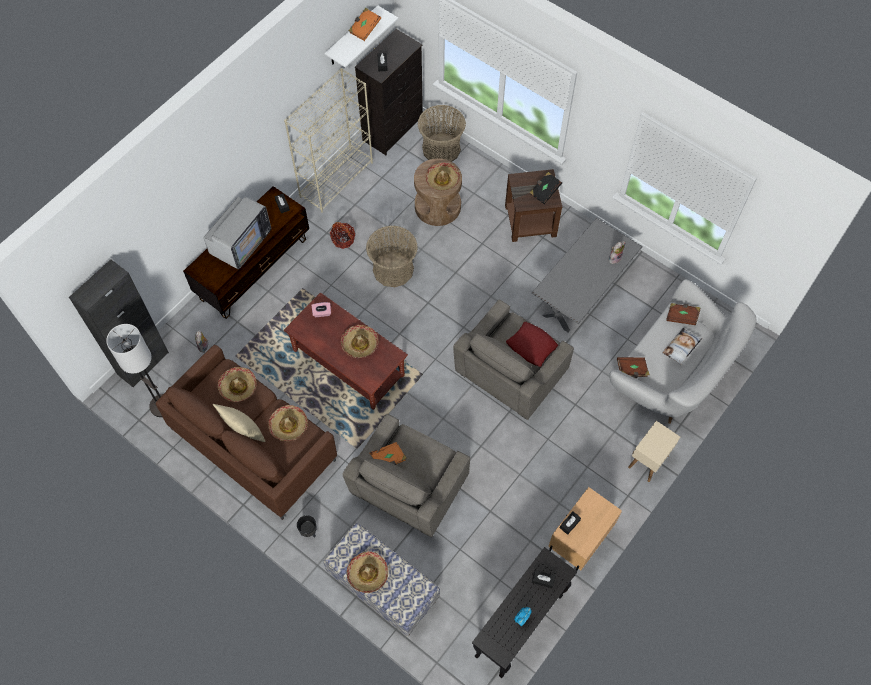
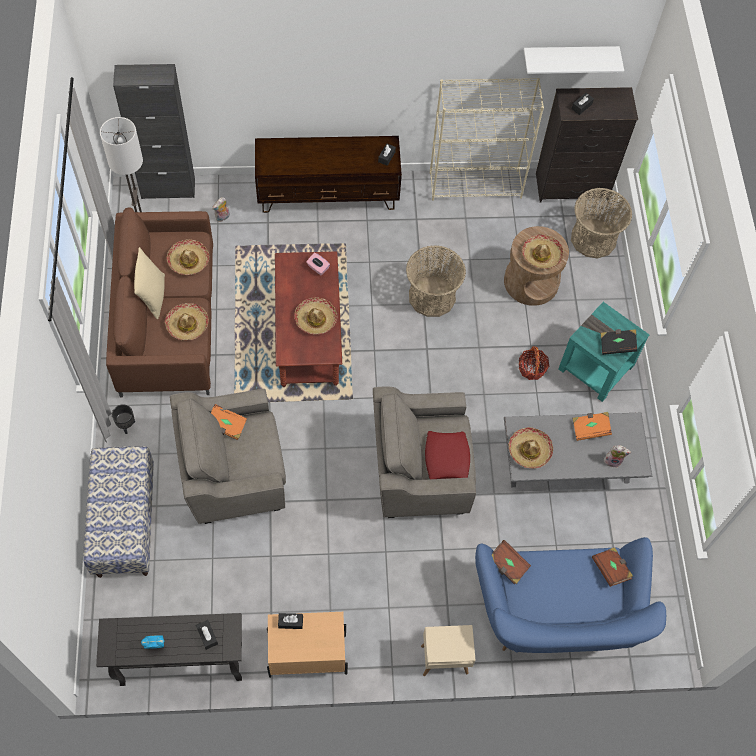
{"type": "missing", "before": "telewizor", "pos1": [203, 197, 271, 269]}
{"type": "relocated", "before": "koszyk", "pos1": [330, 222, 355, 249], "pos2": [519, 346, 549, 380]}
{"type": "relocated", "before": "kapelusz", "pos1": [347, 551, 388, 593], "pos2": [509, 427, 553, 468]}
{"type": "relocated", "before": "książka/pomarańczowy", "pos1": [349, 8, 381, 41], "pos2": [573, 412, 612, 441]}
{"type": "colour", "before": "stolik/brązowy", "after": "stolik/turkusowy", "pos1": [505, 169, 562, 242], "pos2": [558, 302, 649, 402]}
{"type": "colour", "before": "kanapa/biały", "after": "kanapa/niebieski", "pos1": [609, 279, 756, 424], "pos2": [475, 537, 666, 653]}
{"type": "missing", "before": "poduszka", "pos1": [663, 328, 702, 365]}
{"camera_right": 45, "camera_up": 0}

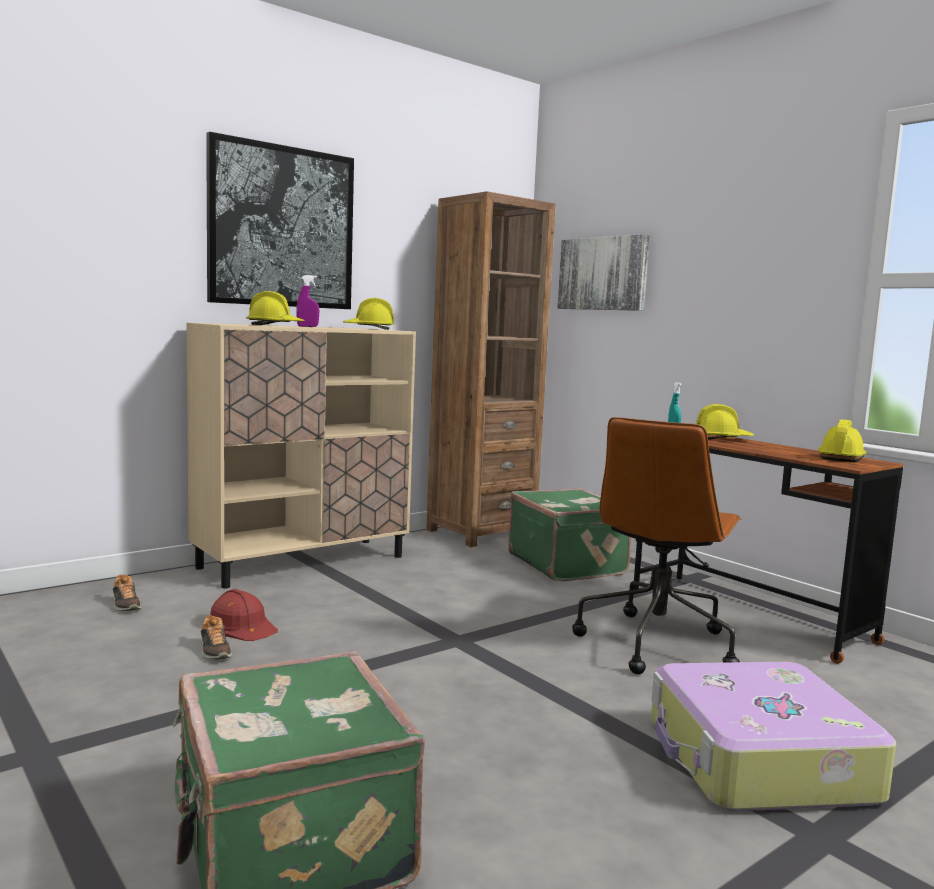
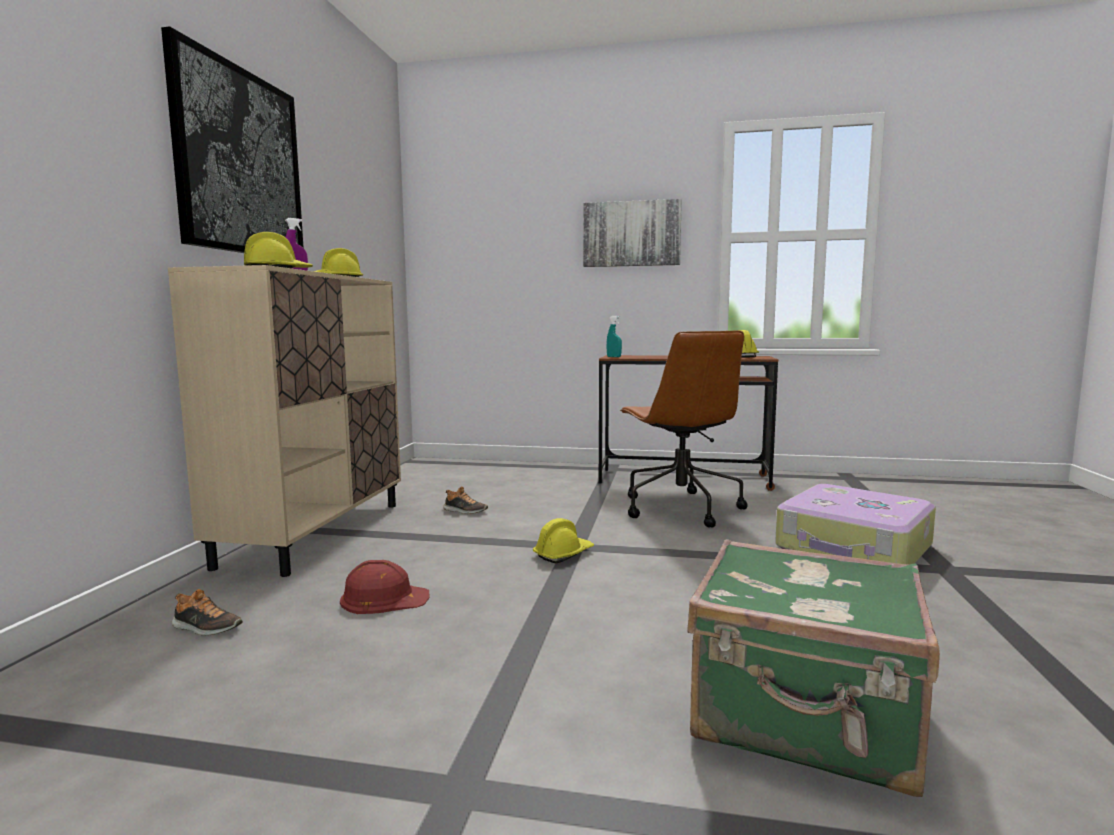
{"type": "relocated", "before": "but", "pos1": [201, 615, 232, 659], "pos2": [443, 486, 488, 514]}
{"type": "missing", "before": "regał/brązowy", "pos1": [426, 191, 556, 547]}
{"type": "missing", "before": "walizka/zielony", "pos1": [508, 488, 631, 581]}
{"type": "relocated", "before": "obraz", "pos1": [557, 234, 650, 311], "pos2": [583, 199, 682, 267]}
{"type": "relocated", "before": "kask/żółty", "pos1": [696, 404, 754, 440], "pos2": [533, 518, 594, 564]}
{"camera_right": -40, "camera_up": 0}

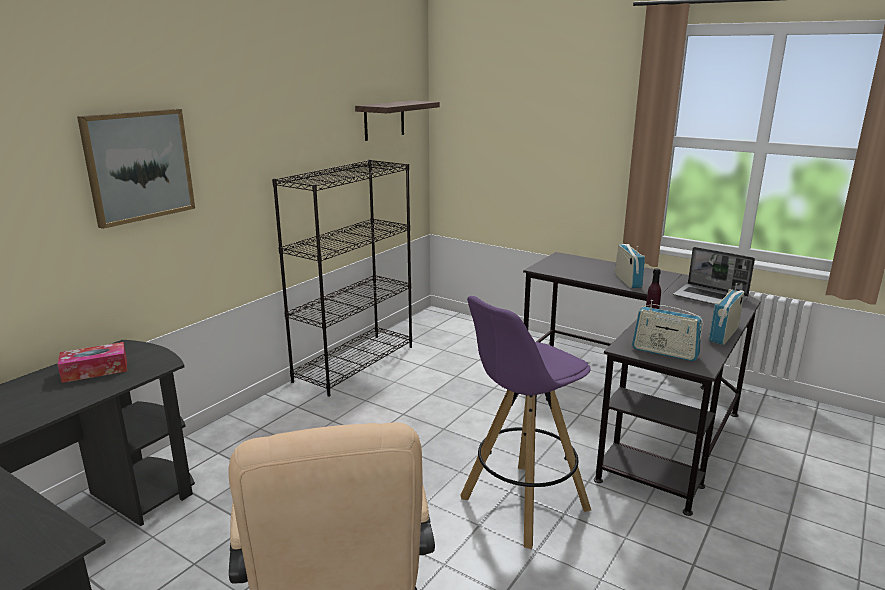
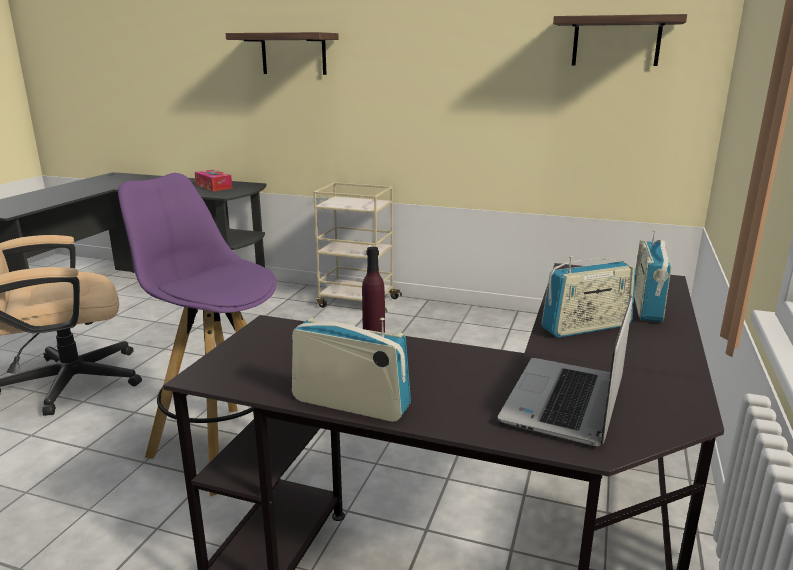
{"type": "exchanged", "before": "obraz", "after": "półka", "pos1": [77, 109, 195, 229], "pos2": [226, 32, 339, 75]}
{"type": "missing", "before": "regał/czarny", "pos1": [272, 160, 412, 397]}
{"type": "relocated", "before": "radio", "pos1": [632, 300, 703, 361], "pos2": [634, 230, 672, 322]}
{"type": "appeared", "after": "wózek/beżowy", "pos2": [313, 182, 402, 312]}
{"camera_right": 75, "camera_up": 0}

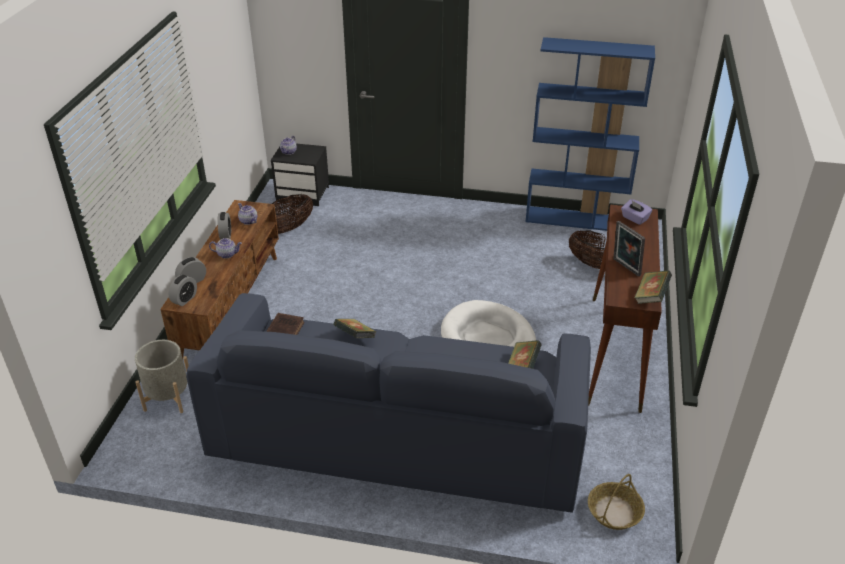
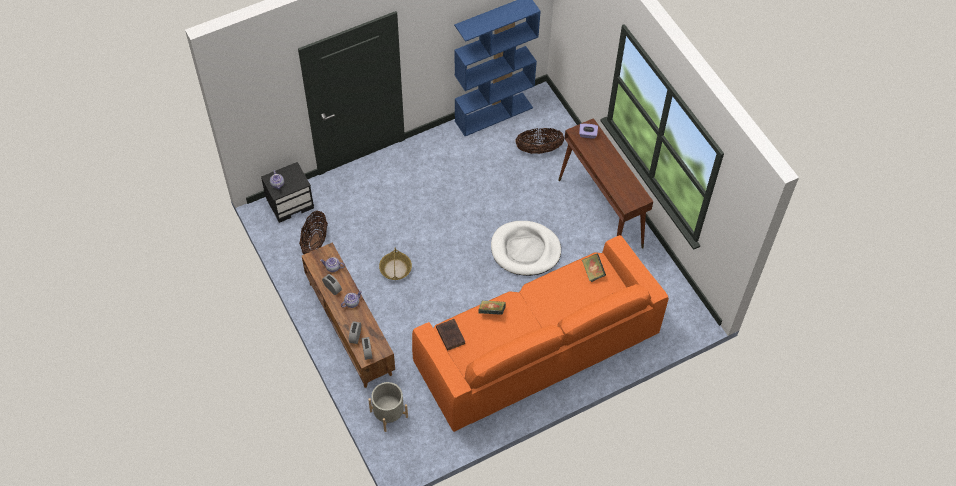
{"type": "colour", "before": "kanapa/niebieski", "after": "kanapa/pomarańczowy", "pos1": [186, 293, 591, 513], "pos2": [412, 235, 669, 432]}
{"type": "relocated", "before": "koszyk", "pos1": [588, 474, 645, 530], "pos2": [379, 247, 412, 280]}
{"type": "missing", "before": "ramka na zdjęcie", "pos1": [613, 221, 645, 277]}
{"type": "missing", "before": "książka", "pos1": [635, 270, 672, 304]}
{"camera_right": -40, "camera_up": 20}

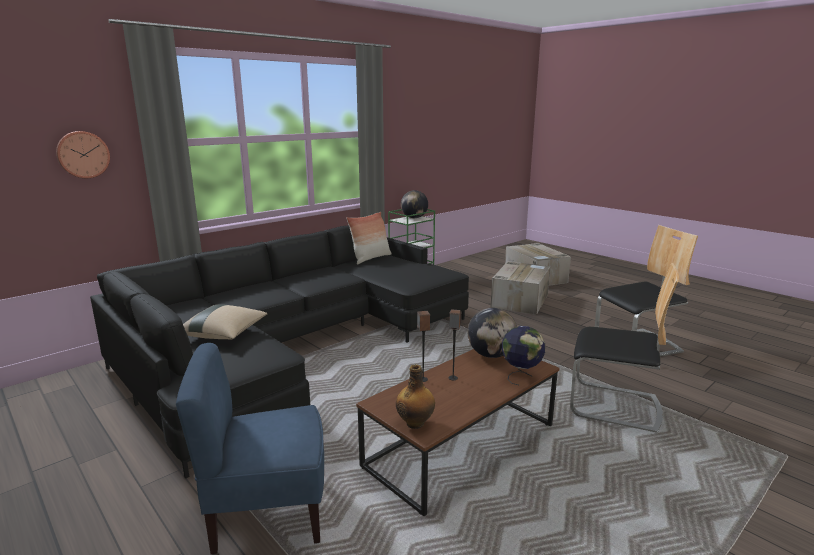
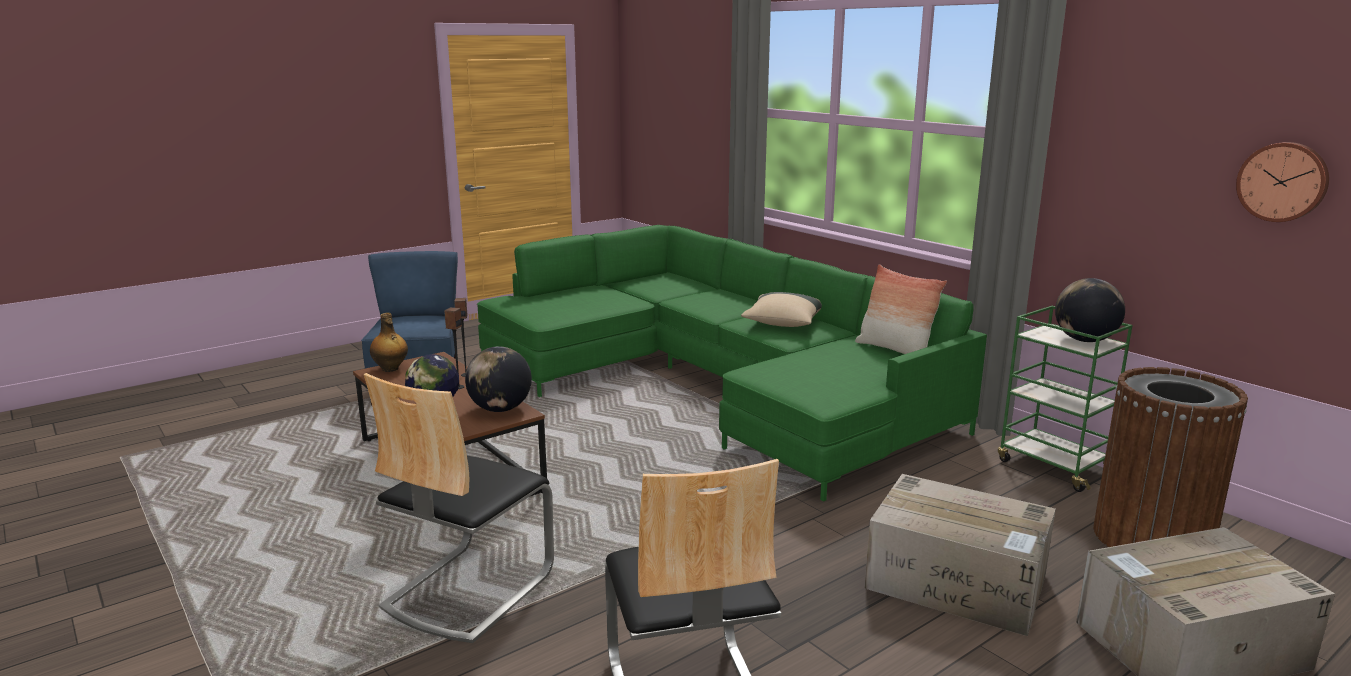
{"type": "relocated", "before": "zegar ścienny", "pos1": [56, 131, 110, 178], "pos2": [1236, 142, 1329, 222]}
{"type": "colour", "before": "kanapa/czarny", "after": "kanapa/zielony", "pos1": [90, 225, 469, 478], "pos2": [477, 225, 987, 502]}
{"type": "relocated", "before": "poduszka/beżowy", "pos1": [183, 304, 267, 340], "pos2": [741, 292, 822, 327]}
{"type": "appeared", "after": "kosz na śmieci/brązowy", "pos2": [1093, 367, 1248, 547]}
{"camera_right": 95, "camera_up": 0}

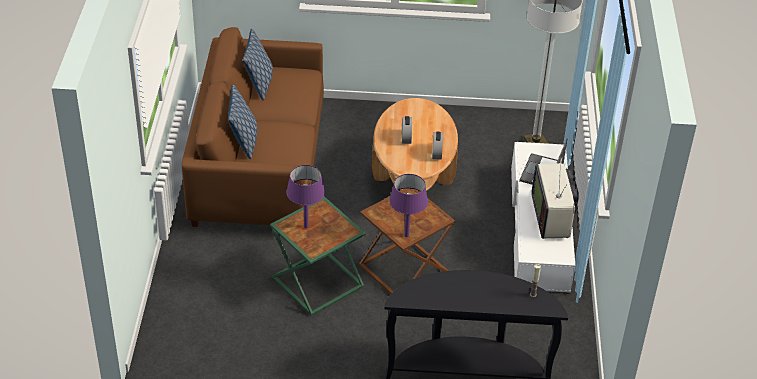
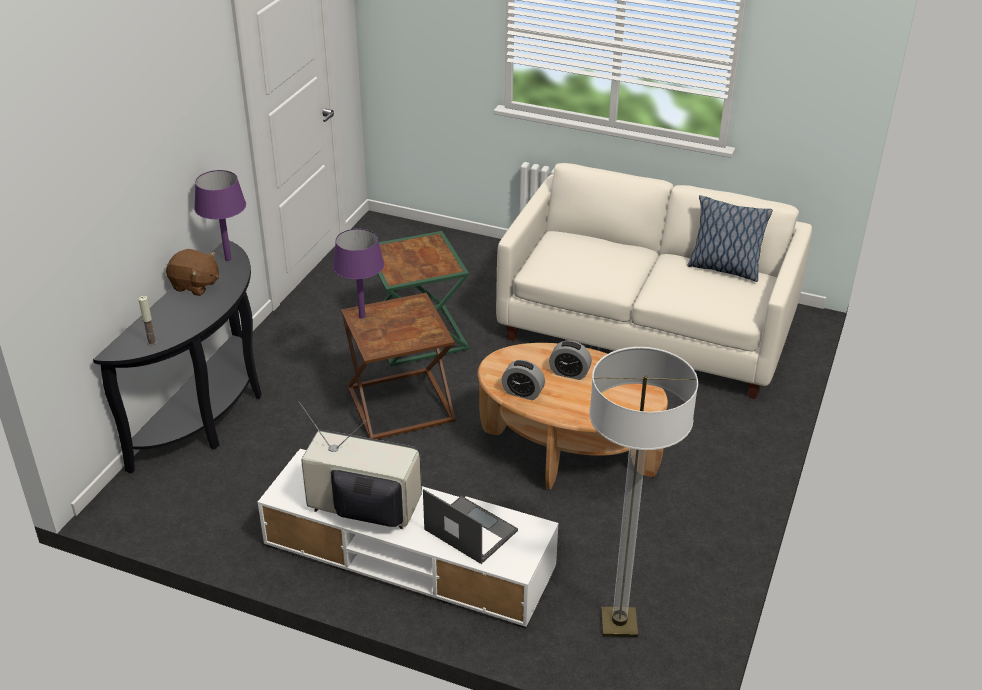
{"type": "colour", "before": "kanapa/brązowy", "after": "kanapa/biały", "pos1": [182, 27, 324, 227], "pos2": [496, 163, 812, 399]}
{"type": "missing", "before": "poduszka", "pos1": [228, 85, 257, 159]}
{"type": "relocated", "before": "lampa stołowa/fioletowy", "pos1": [286, 165, 325, 228], "pos2": [194, 170, 246, 261]}
{"type": "appeared", "after": "pluszak/brązowy", "pos2": [166, 249, 219, 296]}
{"camera_right": 110, "camera_up": -5}

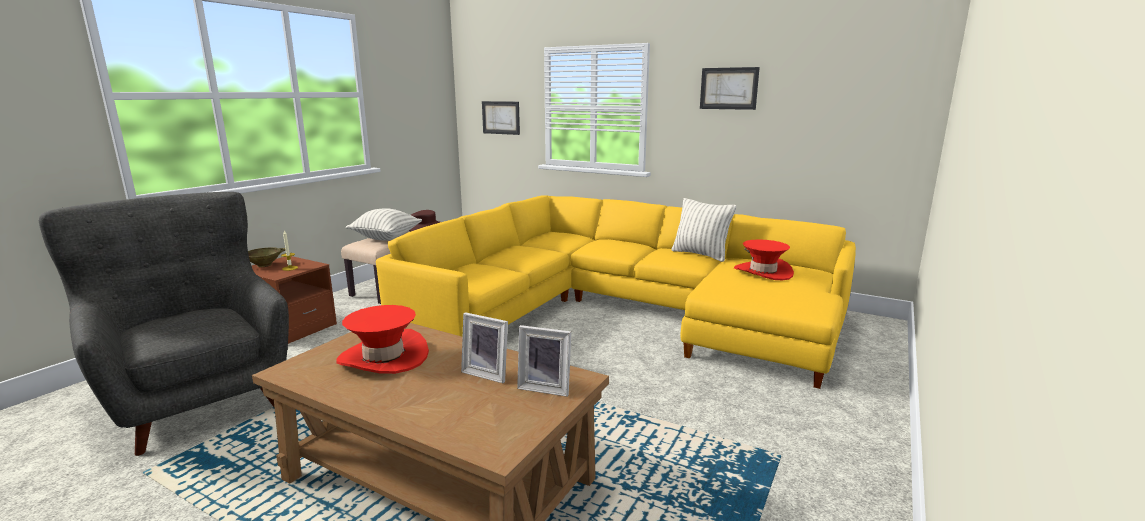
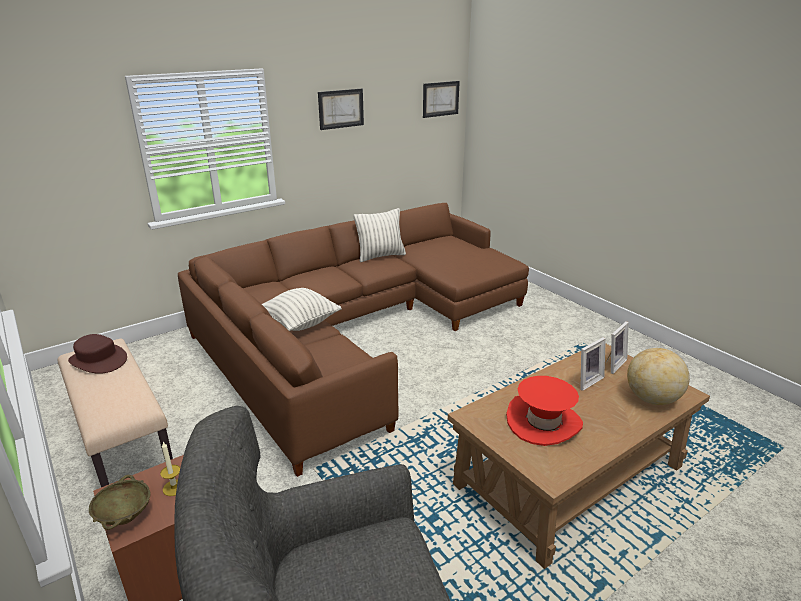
{"type": "relocated", "before": "poduszka", "pos1": [346, 208, 422, 241], "pos2": [262, 288, 342, 331]}
{"type": "colour", "before": "kanapa/żółty", "after": "kanapa/brązowy", "pos1": [376, 195, 856, 389], "pos2": [178, 203, 529, 477]}
{"type": "relocated", "before": "obraz", "pos1": [482, 101, 520, 135], "pos2": [423, 81, 460, 118]}
{"type": "missing", "before": "kapelusz/czerwony", "pos1": [734, 239, 794, 280]}
{"type": "appeared", "after": "globus", "pos2": [627, 348, 690, 405]}
{"camera_right": -65, "camera_up": 10}

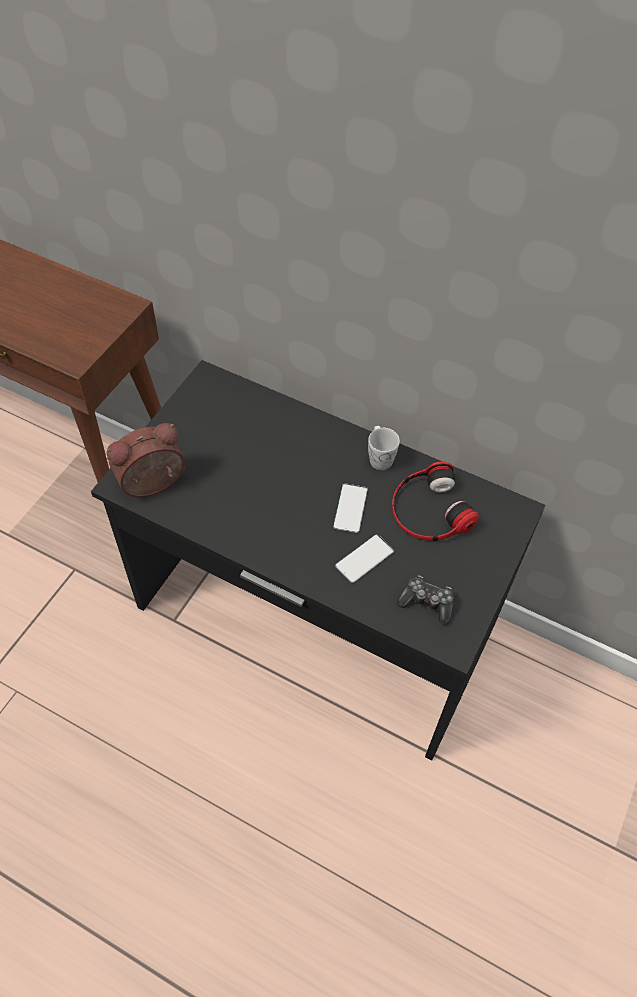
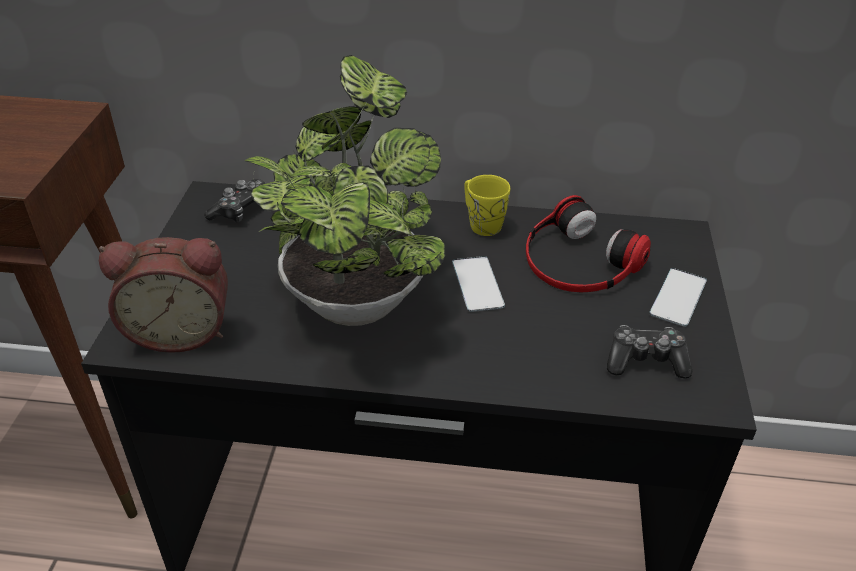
{"type": "spun", "before": "budzik", "pos1": [107, 423, 185, 497], "pos2": [99, 237, 228, 353], "turn": -135}
{"type": "relocated", "before": "telefon", "pos1": [335, 534, 394, 583], "pos2": [649, 268, 707, 327]}
{"type": "colour", "before": "kubek/biały", "after": "kubek/żółty", "pos1": [368, 426, 400, 470], "pos2": [464, 175, 510, 236]}
{"type": "appeared", "after": "pad do gier", "pos2": [204, 179, 266, 222]}
{"type": "appeared", "after": "roślina doniczkowa", "pos2": [244, 55, 446, 326]}
{"camera_right": -20, "camera_up": -15}

